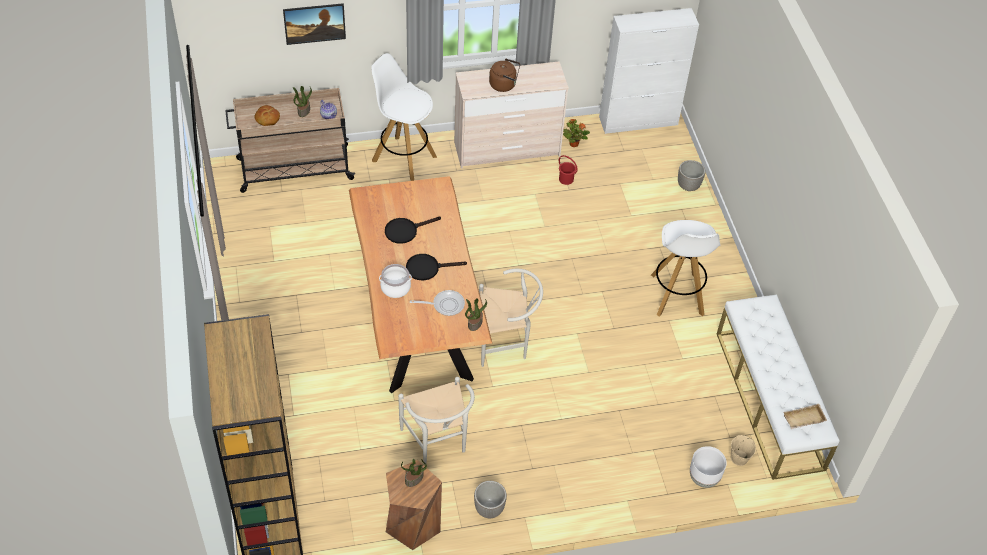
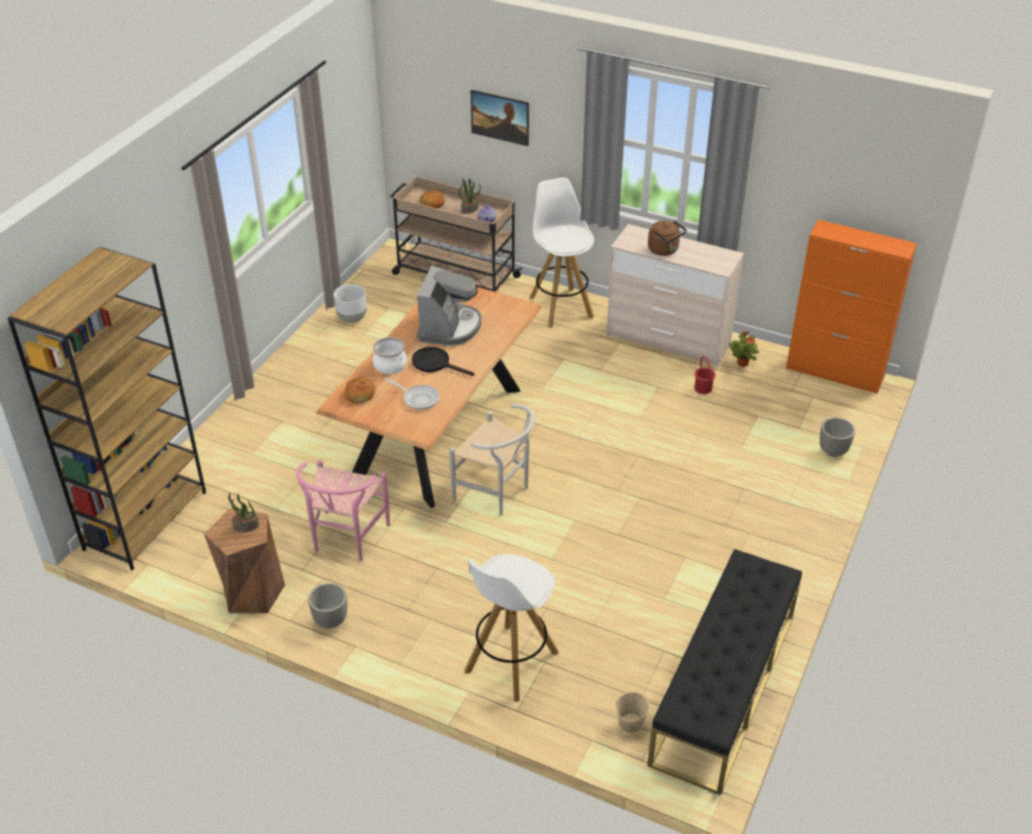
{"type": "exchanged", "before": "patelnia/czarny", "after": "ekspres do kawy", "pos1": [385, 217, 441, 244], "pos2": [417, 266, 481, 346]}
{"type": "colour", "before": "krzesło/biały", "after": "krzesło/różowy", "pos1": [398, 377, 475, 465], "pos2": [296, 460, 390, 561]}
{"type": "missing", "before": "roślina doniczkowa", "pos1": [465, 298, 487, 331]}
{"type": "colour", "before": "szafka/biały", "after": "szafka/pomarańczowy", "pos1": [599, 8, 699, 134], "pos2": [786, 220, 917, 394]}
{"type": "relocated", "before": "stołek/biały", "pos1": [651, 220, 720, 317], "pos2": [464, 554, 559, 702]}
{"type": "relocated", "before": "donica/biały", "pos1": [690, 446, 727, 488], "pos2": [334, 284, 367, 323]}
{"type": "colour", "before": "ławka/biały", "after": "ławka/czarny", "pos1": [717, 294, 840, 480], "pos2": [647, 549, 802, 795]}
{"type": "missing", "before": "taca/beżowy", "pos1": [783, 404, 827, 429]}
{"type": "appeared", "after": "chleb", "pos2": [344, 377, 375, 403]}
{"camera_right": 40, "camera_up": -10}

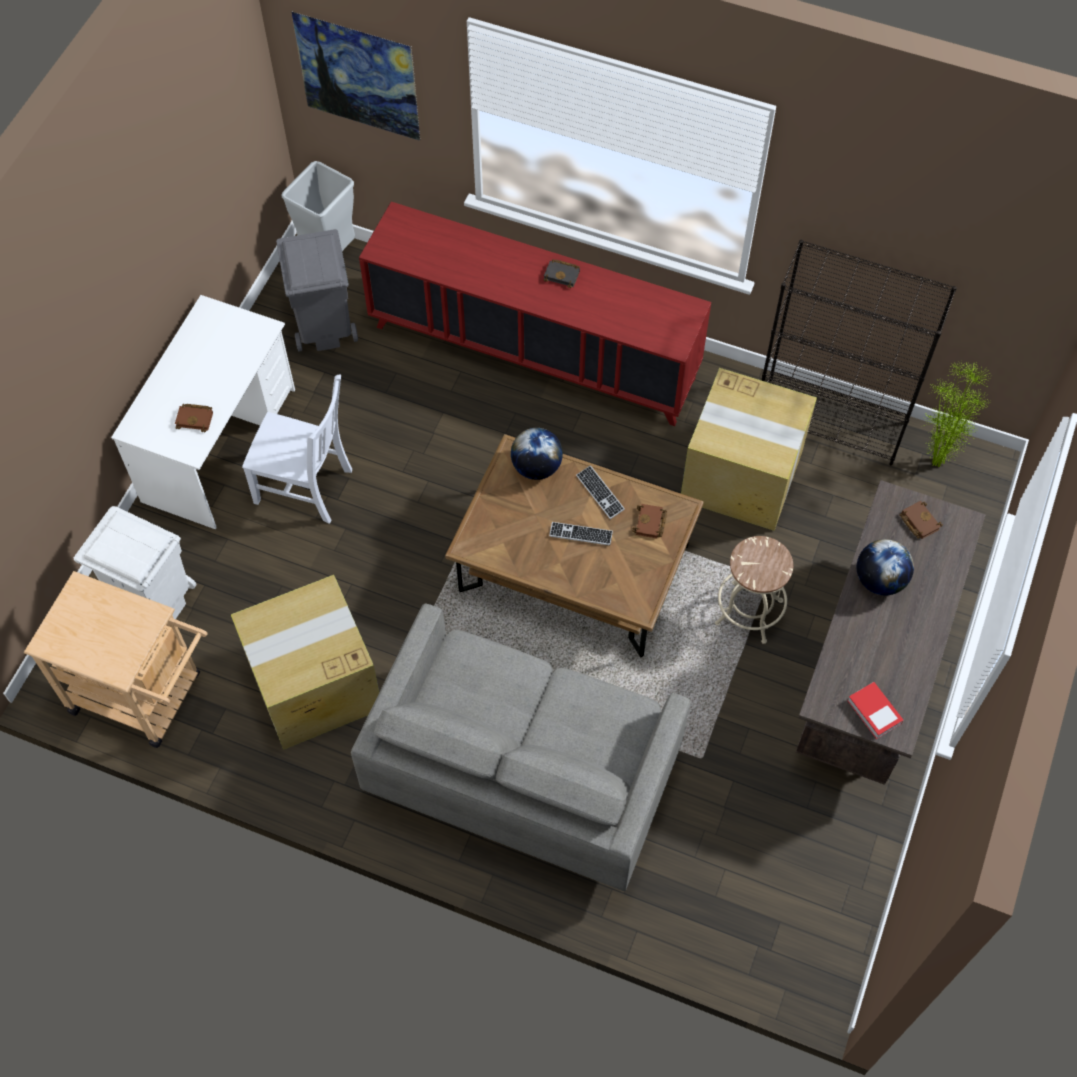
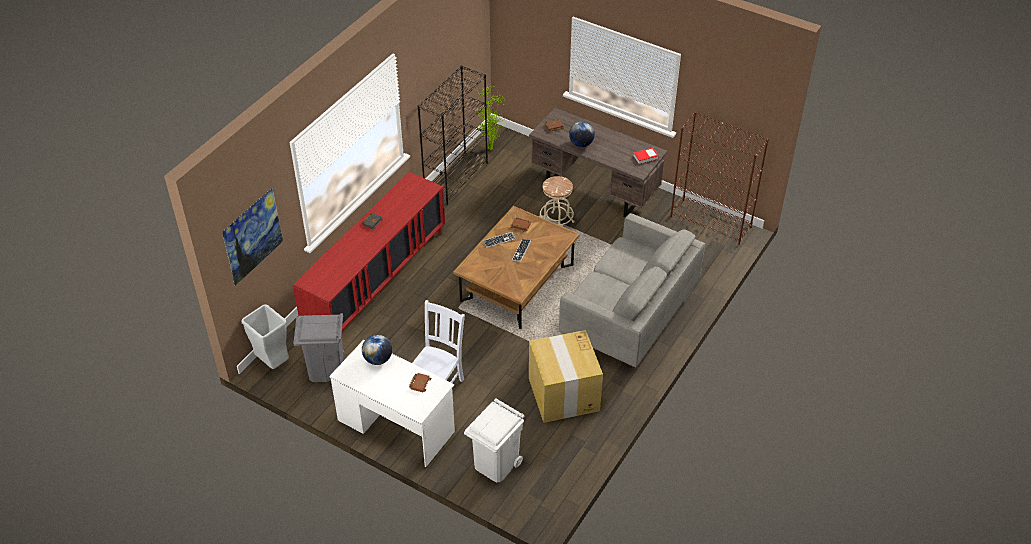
{"type": "missing", "before": "wózek/beżowy", "pos1": [24, 571, 208, 748]}
{"type": "relocated", "before": "globus", "pos1": [511, 428, 563, 480], "pos2": [362, 334, 392, 365]}
{"type": "missing", "before": "karton", "pos1": [681, 368, 817, 531]}
{"type": "appeared", "after": "regał/brązowy", "pos2": [670, 112, 769, 245]}
{"camera_right": -80, "camera_up": -15}

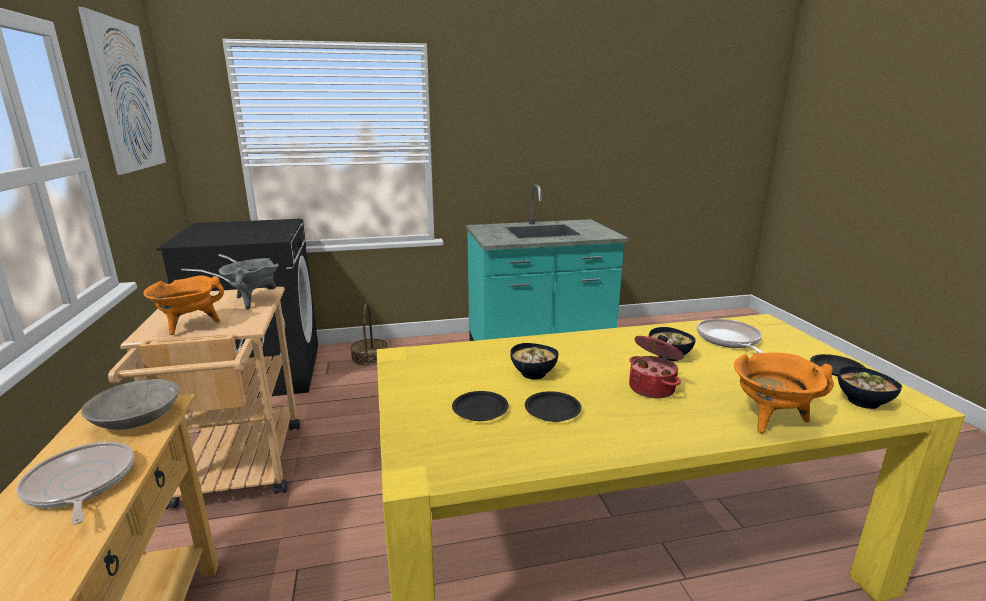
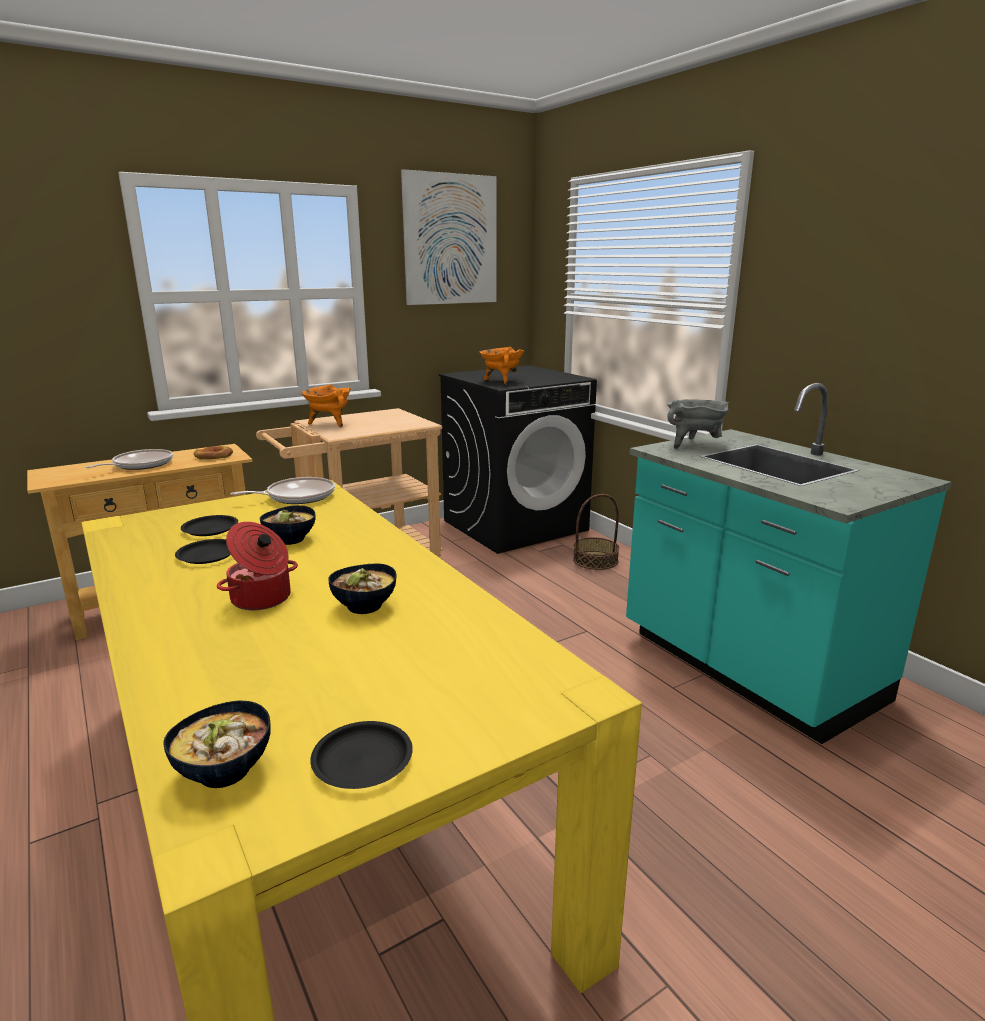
{"type": "exchanged", "before": "miska/szary", "after": "chleb", "pos1": [81, 379, 179, 430], "pos2": [194, 446, 233, 459]}
{"type": "relocated", "before": "garnek/szary", "pos1": [219, 258, 279, 310], "pos2": [667, 399, 729, 449]}
{"type": "relocated", "before": "patelnia", "pos1": [697, 319, 764, 353], "pos2": [230, 477, 335, 504]}
{"type": "relocated", "before": "garnek/pomarańczowy", "pos1": [734, 353, 834, 434], "pos2": [480, 347, 524, 385]}
{"camera_right": 70, "camera_up": 0}

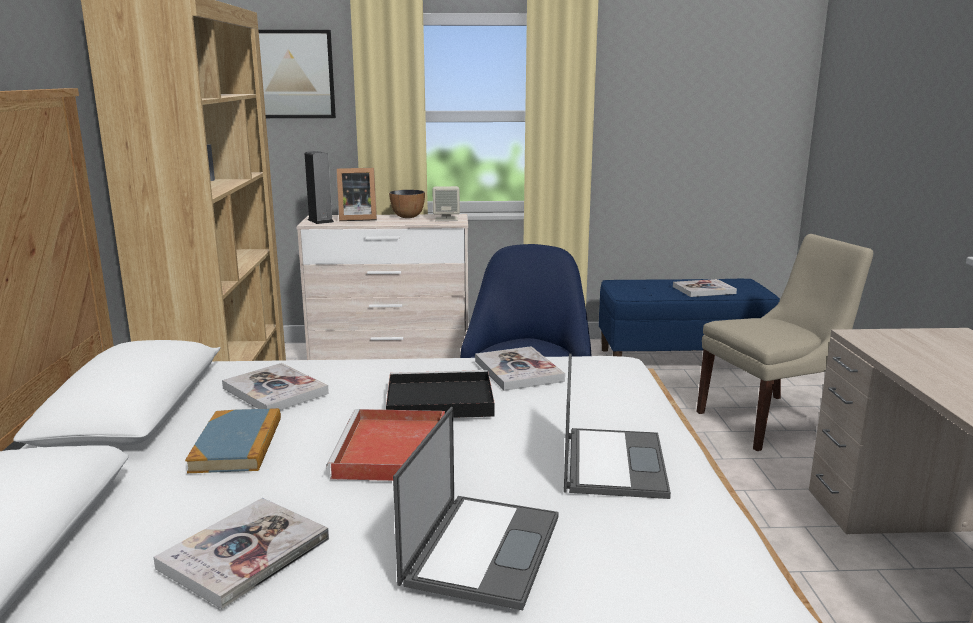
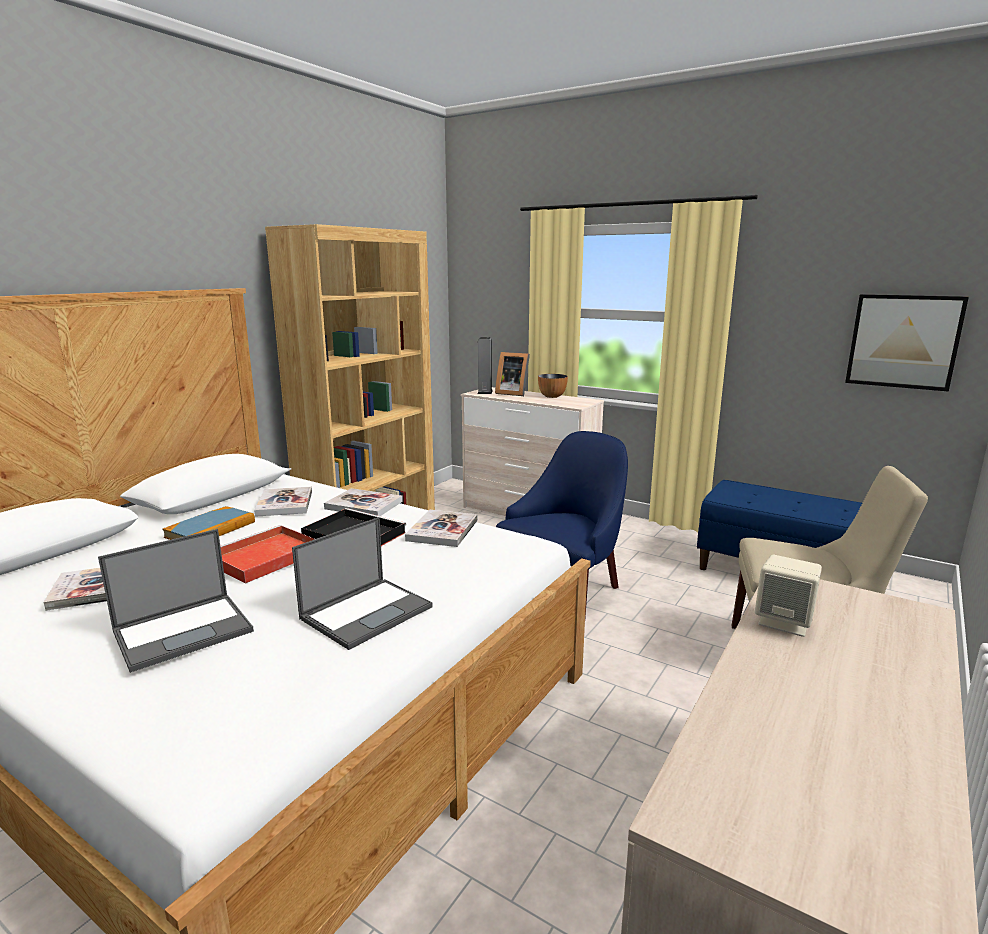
{"type": "relocated", "before": "obraz", "pos1": [258, 30, 336, 118], "pos2": [845, 294, 969, 392]}
{"type": "relocated", "before": "głośnik/beżowy", "pos1": [432, 186, 460, 221], "pos2": [755, 555, 822, 637]}
{"type": "relocated", "before": "książka", "pos1": [673, 279, 737, 297], "pos2": [324, 488, 403, 516]}
{"camera_right": 35, "camera_up": 0}

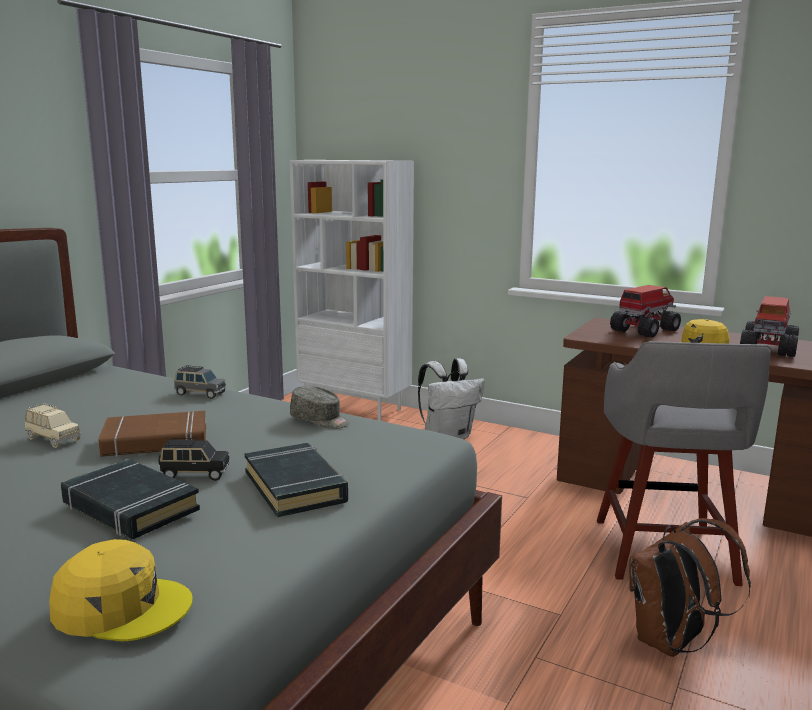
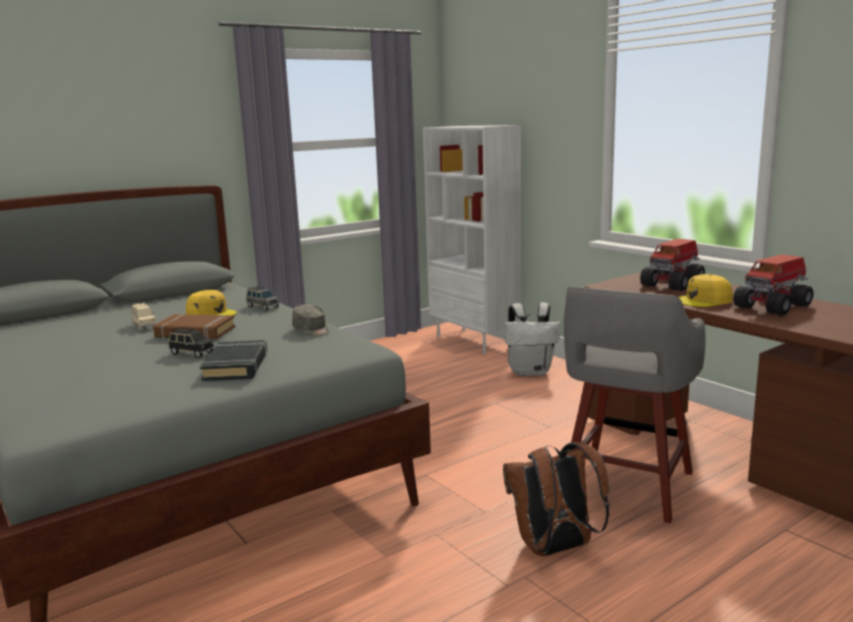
{"type": "relocated", "before": "czapka z daszkiem/żółty", "pos1": [49, 539, 193, 641], "pos2": [186, 290, 237, 315]}
{"type": "missing", "before": "książka/czarny", "pos1": [61, 459, 200, 539]}
{"type": "spun", "before": "ciężarówka zabawkowa", "pos1": [610, 285, 681, 337], "pos2": [640, 239, 705, 291], "turn": 150}
{"camera_right": 25, "camera_up": 0}

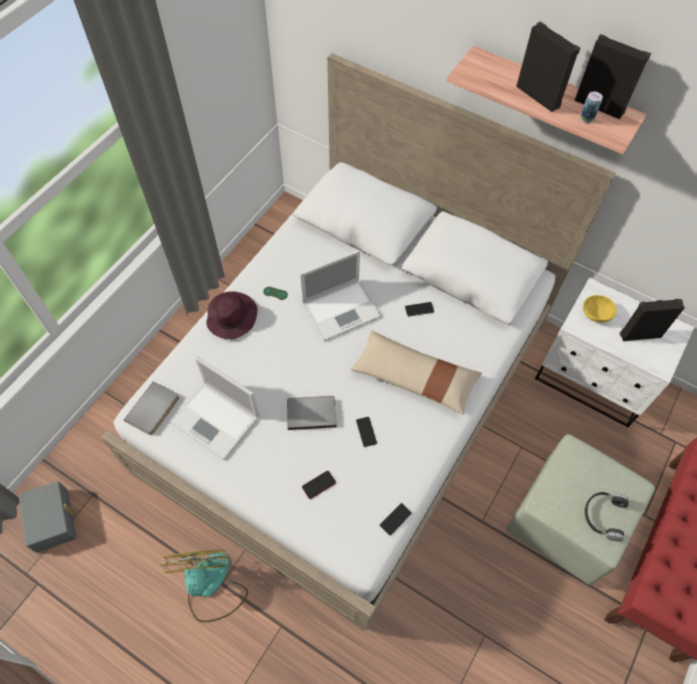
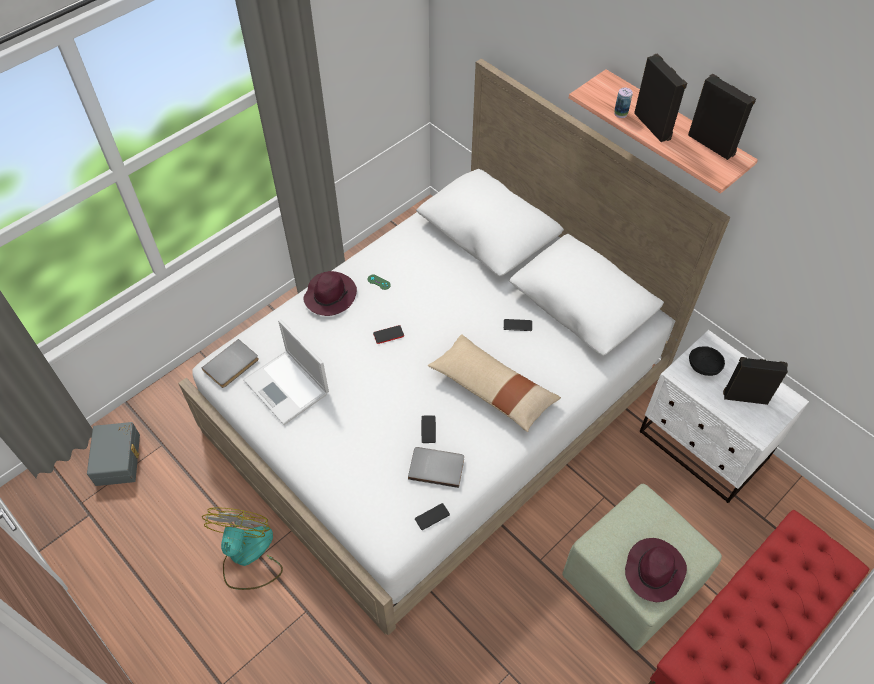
{"type": "relocated", "before": "książka/szary", "pos1": [287, 396, 337, 430], "pos2": [408, 447, 464, 488]}
{"type": "missing", "before": "laptop", "pos1": [300, 250, 381, 341]}
{"type": "relocated", "before": "telefon", "pos1": [302, 471, 336, 499], "pos2": [373, 325, 404, 344]}
{"type": "relocated", "before": "puszka", "pos1": [580, 91, 603, 124], "pos2": [614, 88, 633, 118]}
{"type": "colour", "before": "miska/żółty", "after": "miska/czarny", "pos1": [583, 295, 617, 322], "pos2": [689, 346, 725, 376]}
{"type": "exchanged", "before": "słuchawki/czarny", "after": "kapelusz/fioletowy", "pos1": [585, 492, 629, 541], "pos2": [625, 538, 687, 602]}
{"camera_right": 15, "camera_up": -5}

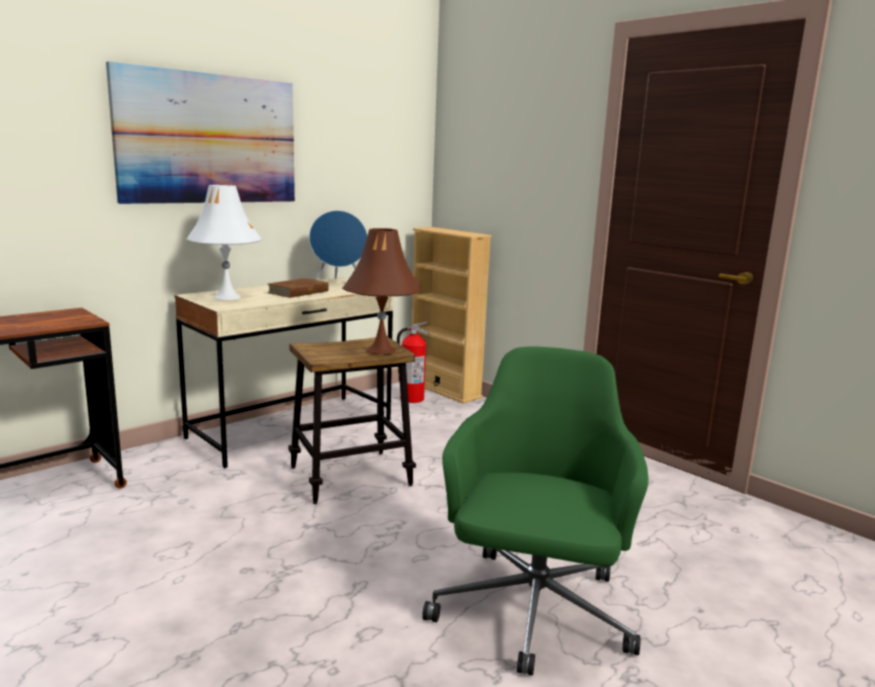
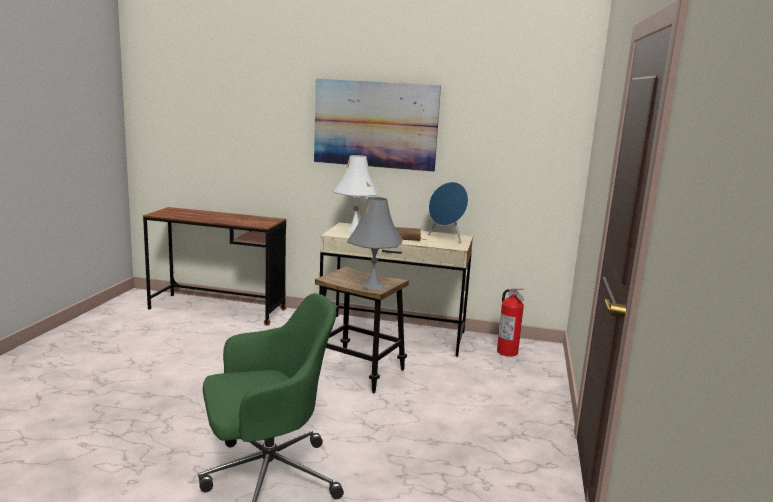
{"type": "colour", "before": "lampa stołowa/brązowy", "after": "lampa stołowa/szary", "pos1": [342, 228, 421, 355], "pos2": [347, 197, 403, 290]}
{"type": "missing", "before": "regał/beżowy", "pos1": [412, 227, 492, 404]}
{"camera_right": 55, "camera_up": 0}

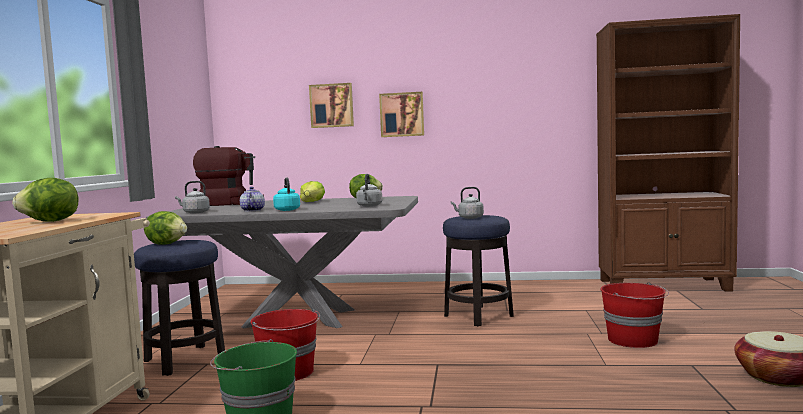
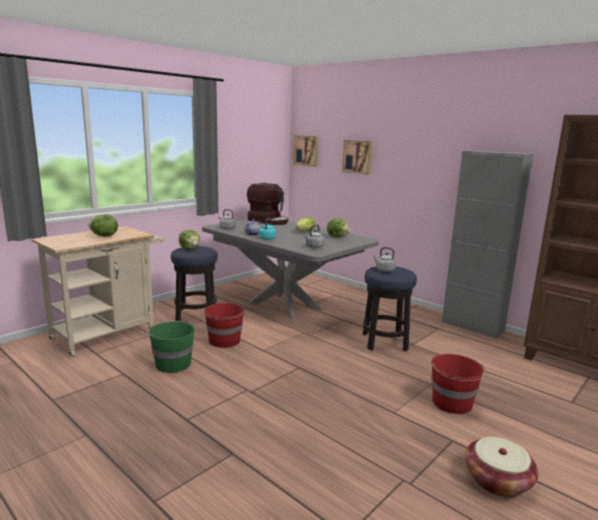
{"type": "relocated", "before": "obraz", "pos1": [379, 92, 424, 137], "pos2": [293, 135, 318, 167]}
{"type": "appeared", "after": "szafka/szary", "pos2": [442, 151, 533, 339]}
{"camera_right": 35, "camera_up": 10}

